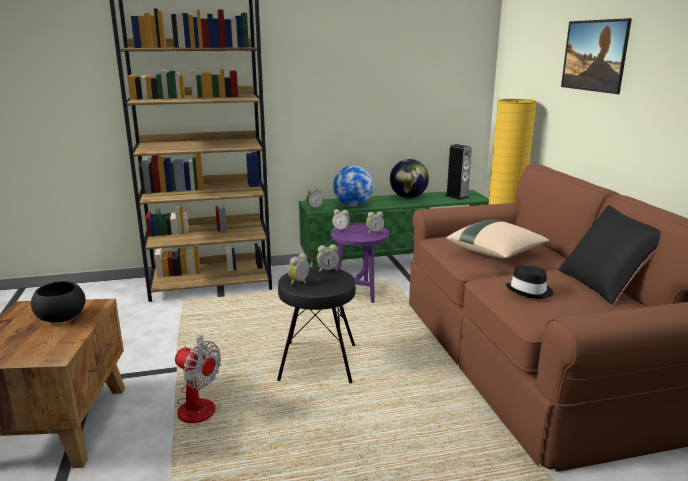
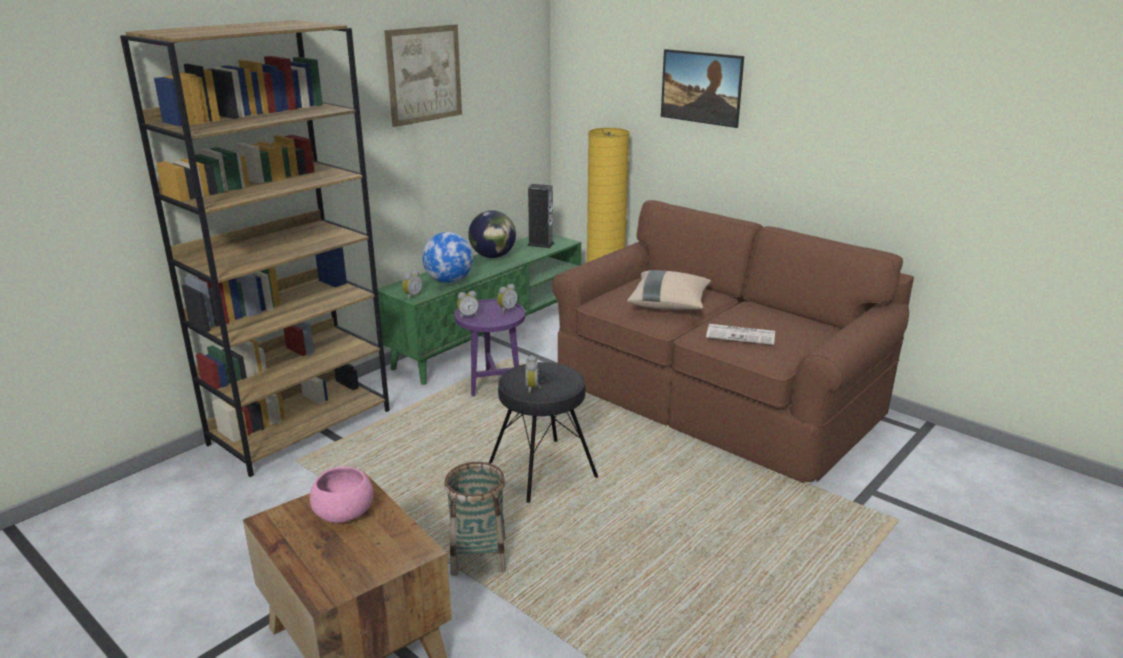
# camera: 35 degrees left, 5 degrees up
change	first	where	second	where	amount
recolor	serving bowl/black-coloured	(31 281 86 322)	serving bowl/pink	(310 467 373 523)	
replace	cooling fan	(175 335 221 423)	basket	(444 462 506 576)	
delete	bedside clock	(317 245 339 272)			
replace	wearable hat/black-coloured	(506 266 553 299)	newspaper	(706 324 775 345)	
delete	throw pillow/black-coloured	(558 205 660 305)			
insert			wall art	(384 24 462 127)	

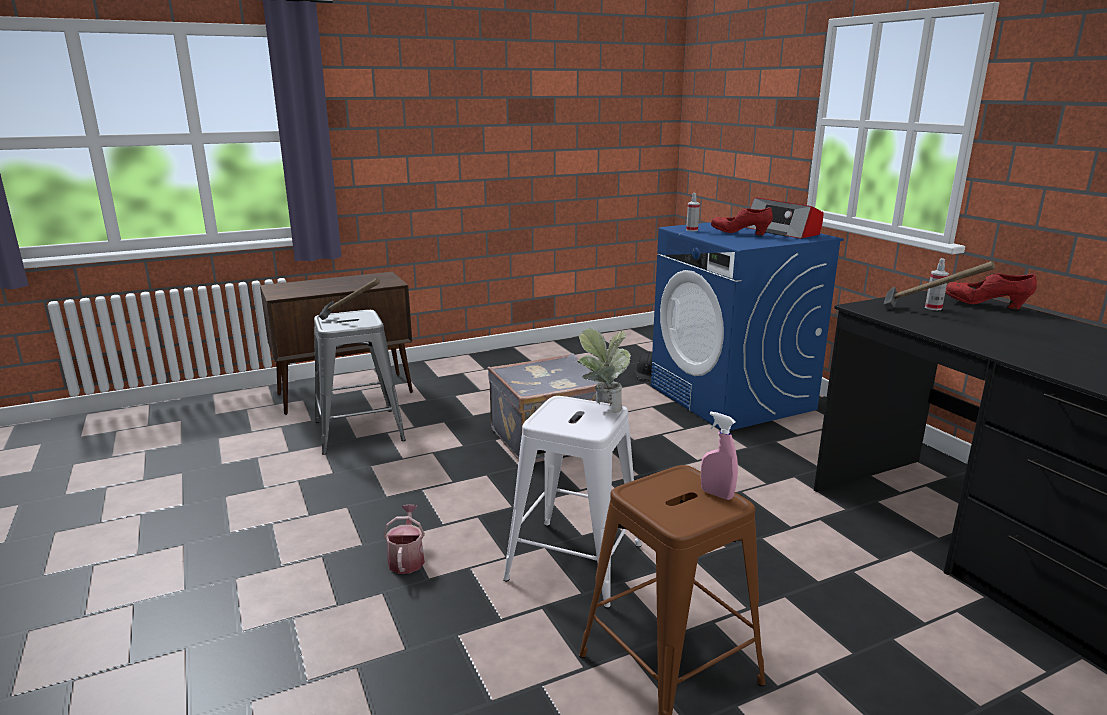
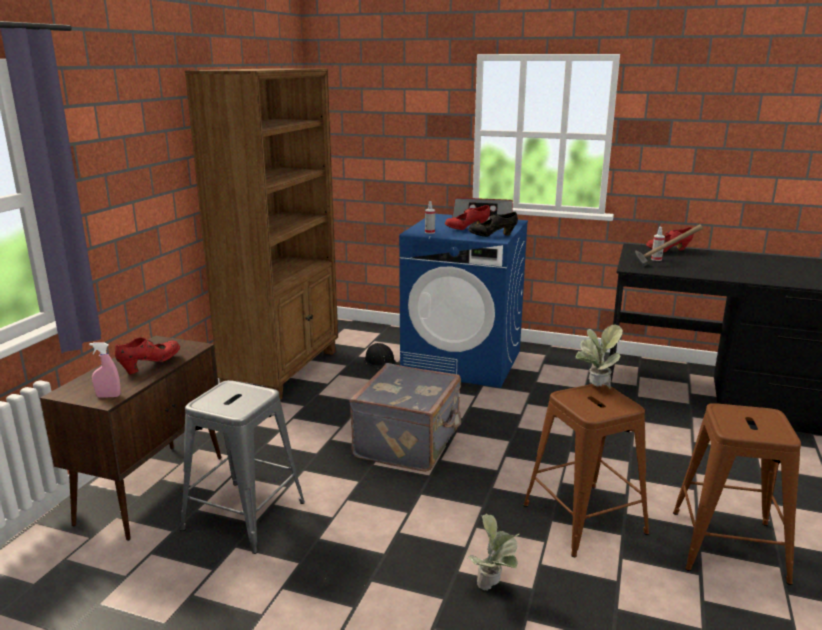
# camera: 45 degrees left, 0 degrees up
change	first	where	second	where	amount
delete	hand hammer	(319 278 380 320)			
replace	sprinkling can	(383 505 425 574)	houseplant	(467 514 519 591)	
recolor	stool/white-coloured	(503 396 641 608)	stool/brown	(523 384 649 557)	
move	hand sprayer/pink	(701 412 738 500)		(89 342 120 398)	
insert			item of footwear/red	(115 338 180 374)	
insert			shelving unit/brown	(184 68 338 400)	
insert			item of footwear/black-coloured	(468 212 518 237)	

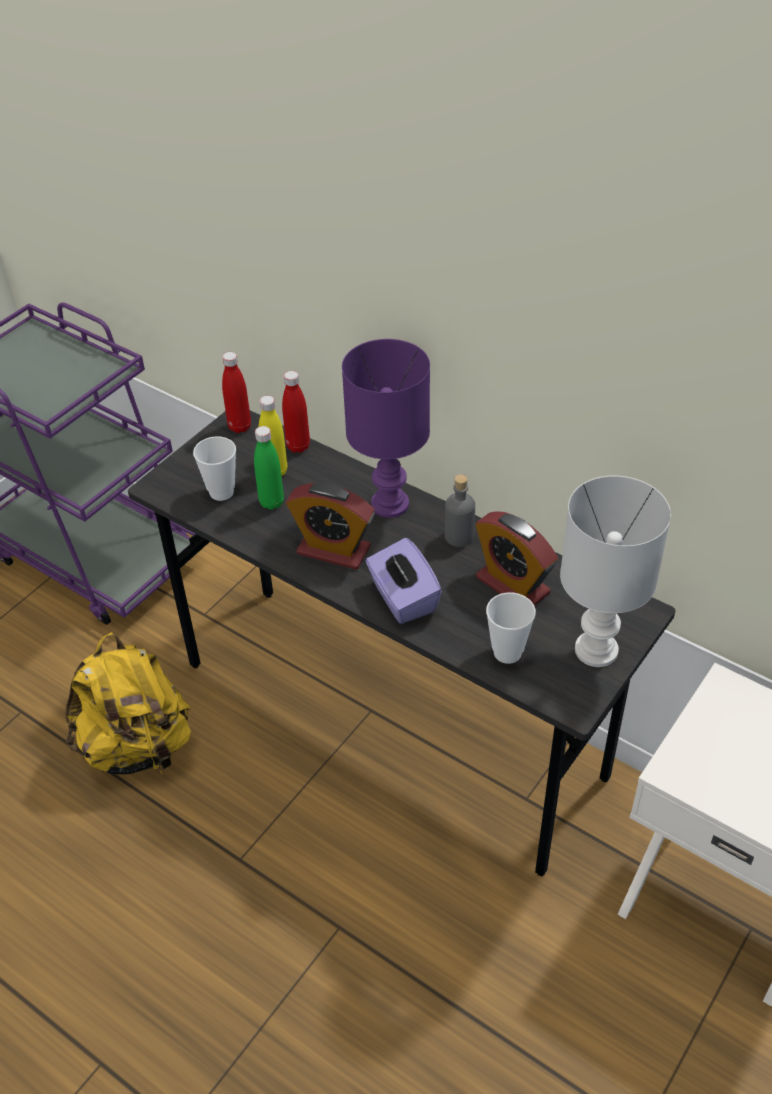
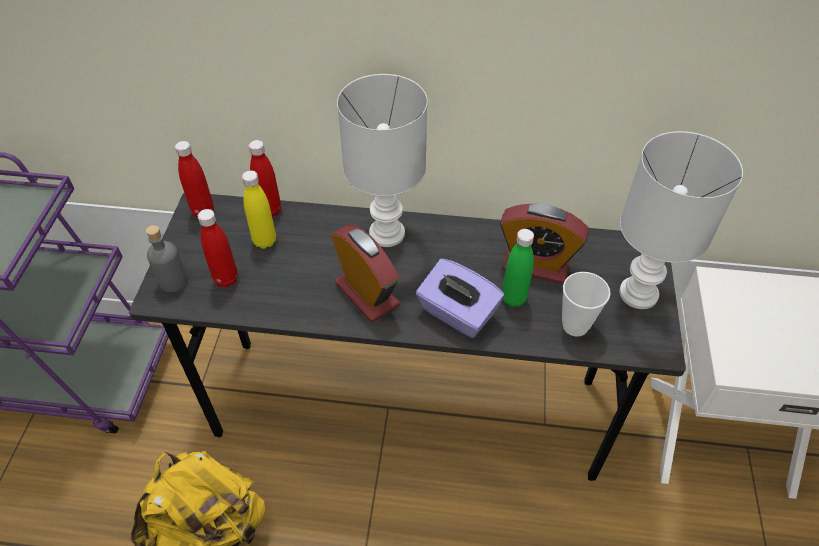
# camera: 30 degrees left, 5 degrees up
change	first	where	second	where	amount
replace	drinking cup	(193 436 236 501)	drink bottle/red	(198 209 238 287)	
move	drink bottle/green	(254 426 284 510)		(502 229 534 307)	
rotate	bedside clock	(286 483 375 570)		(331 224 400 322)	120 degrees counterclockwise
recolor	tabletop lamp/purple	(342 339 430 518)	tabletop lamp/white-coloured	(337 74 427 247)	
move	drink bottle/grey	(445 474 475 547)		(146 225 188 292)	

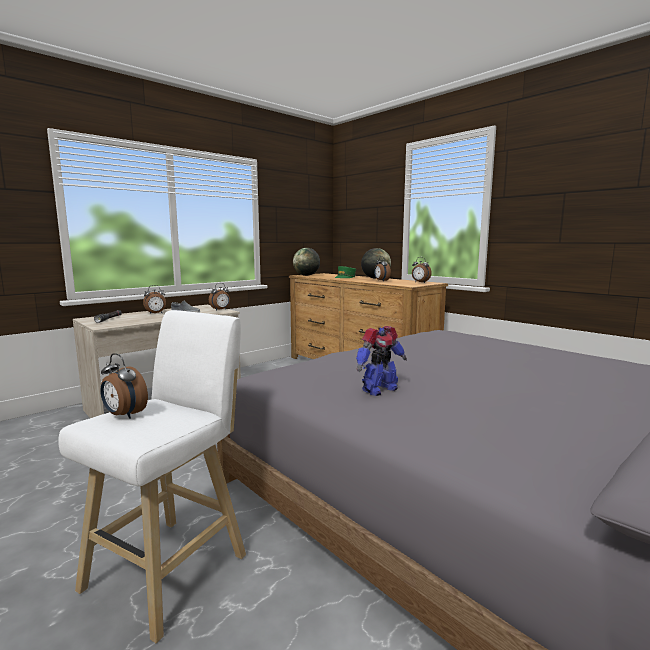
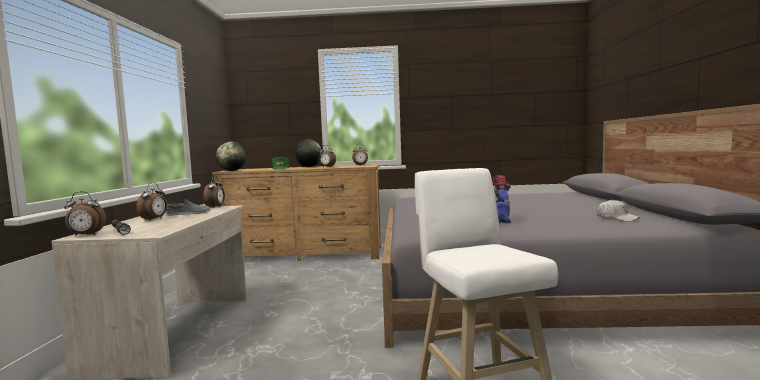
# camera: 45 degrees left, 5 degrees down
change	first	where	second	where	amount
move	bedside clock	(100 353 148 419)		(64 191 106 236)	
insert			cap/white-coloured	(597 200 640 222)	

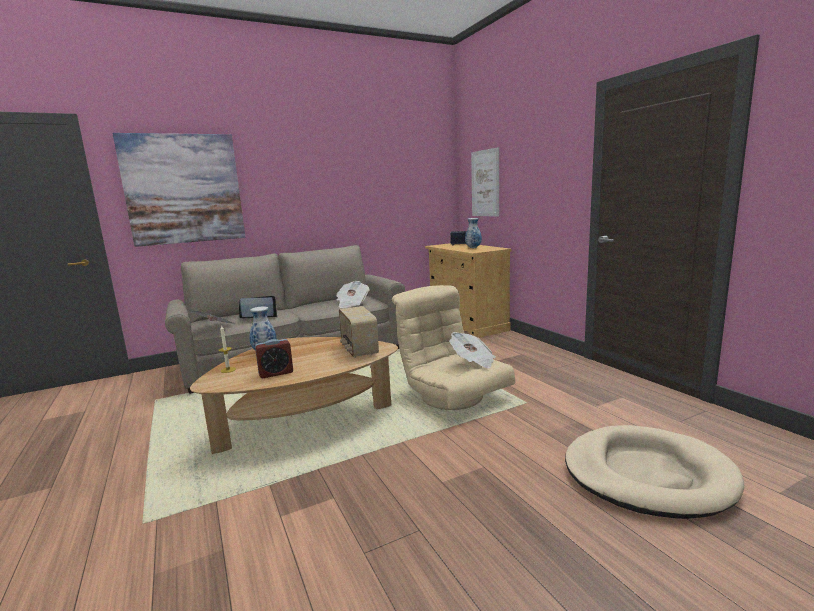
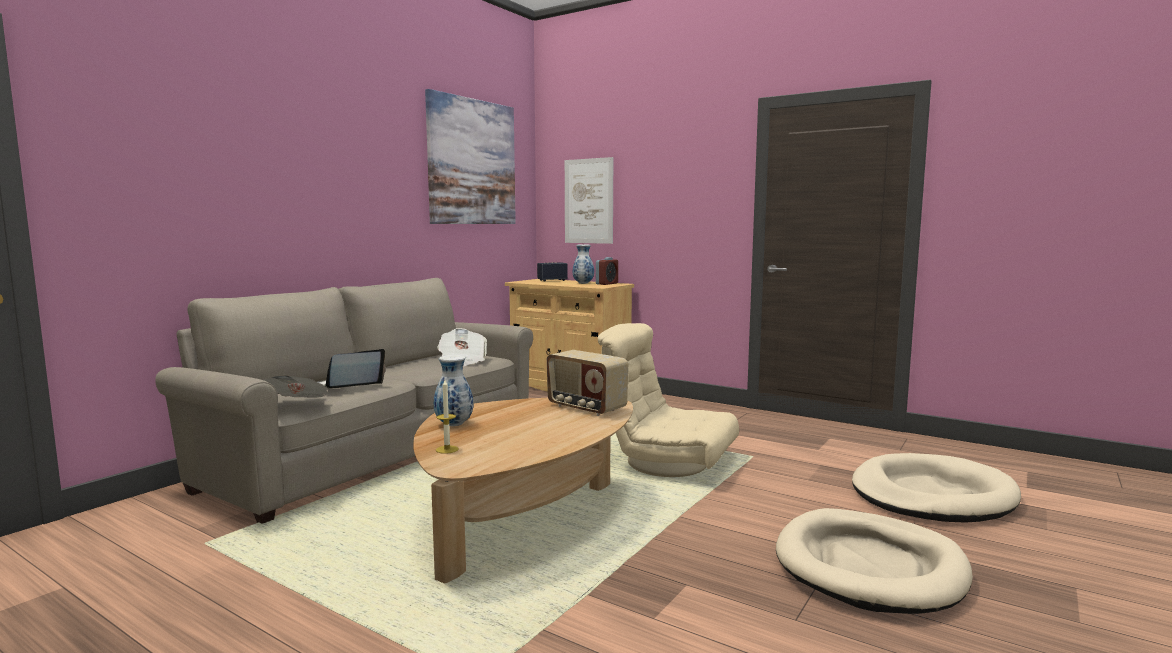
# camera: 30 degrees left, 5 degrees down
change	first	where	second	where	amount
move	wall art	(112 133 245 247)		(425 89 516 224)	
move	bedside clock	(255 339 293 378)		(596 257 618 285)	
delete	newspaper	(449 332 496 368)			
insert			dog bed/sand-coloured	(776 508 973 614)	

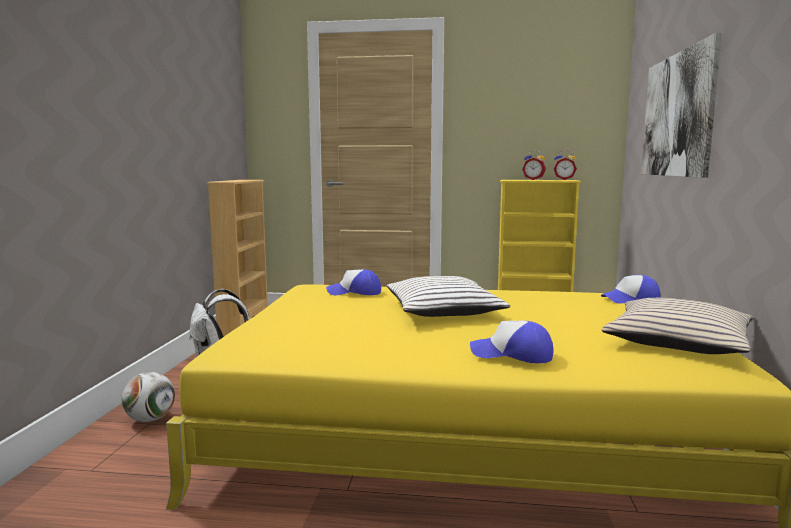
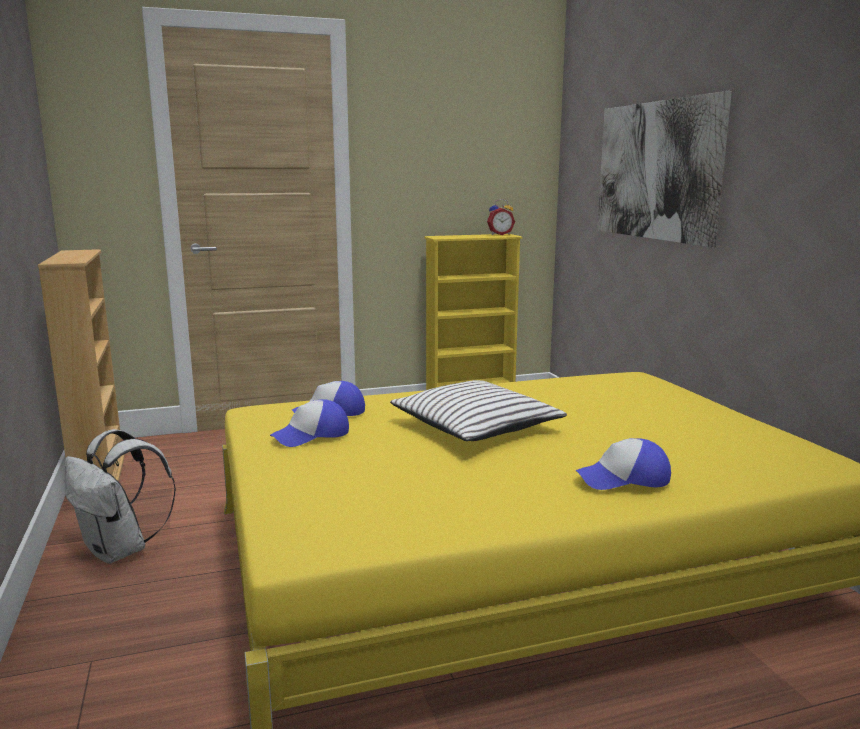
# camera: 25 degrees left, 5 degrees up
change	first	where	second	where	amount
delete	football ball	(122 372 175 422)			
delete	bedside clock	(522 150 546 180)			
move	cap	(601 275 660 304)		(270 399 349 447)	
delete	throw pillow/sand-coloured	(602 298 753 354)			

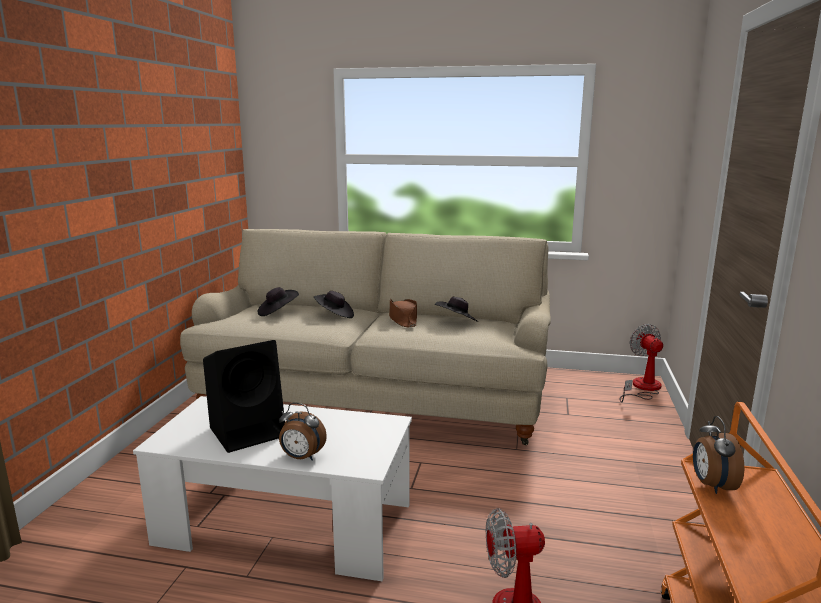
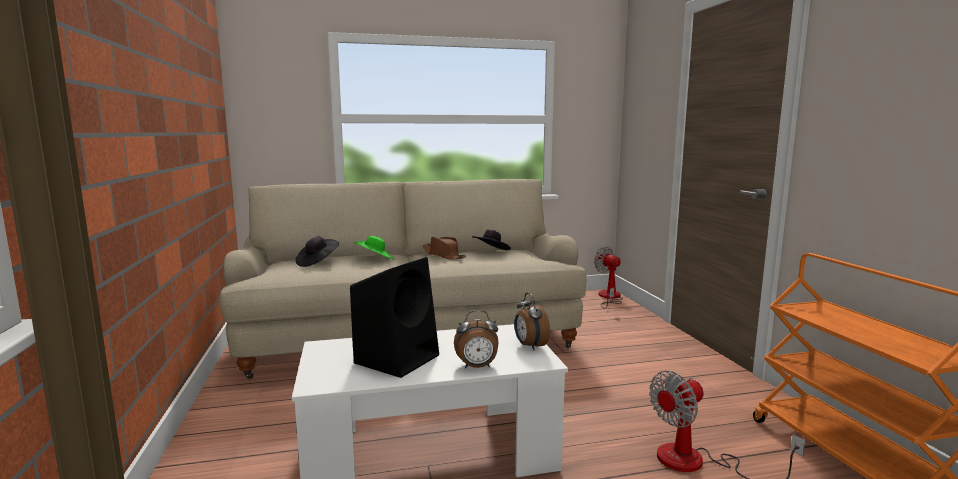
# camera: 25 degrees left, 5 degrees down
change	first	where	second	where	amount
recolor	wearable hat/black-coloured	(314 291 354 318)	wearable hat/green	(354 236 395 260)	
move	bedside clock	(693 416 744 494)		(514 293 550 351)	

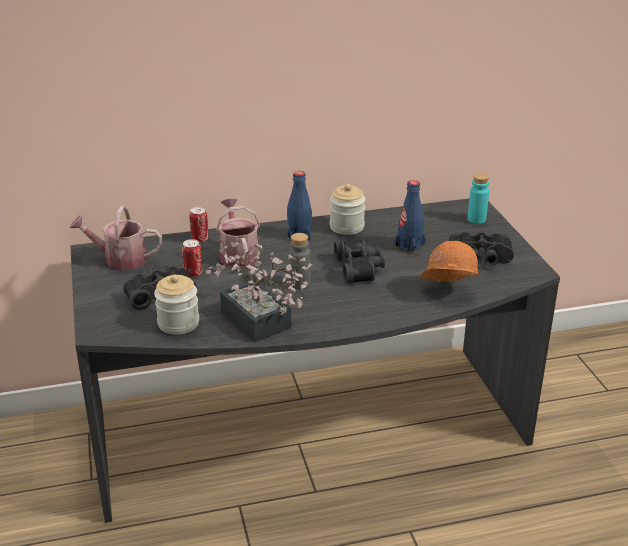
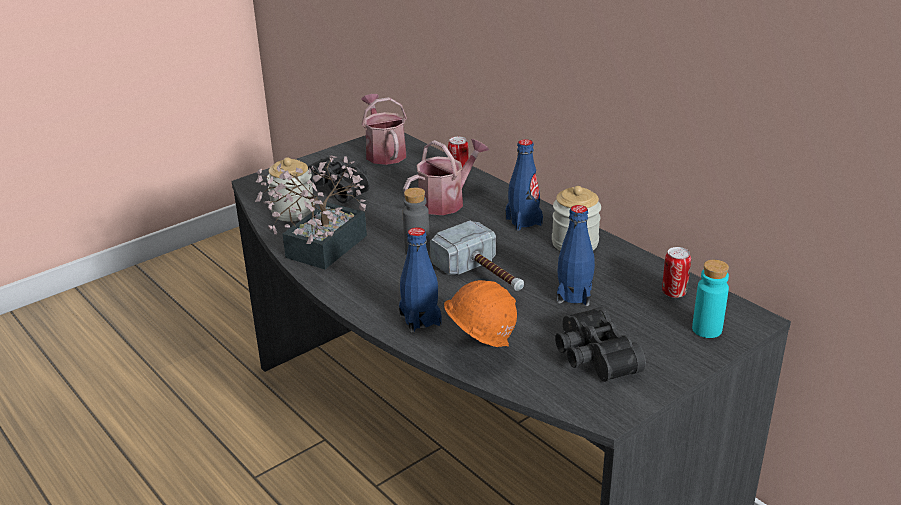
# camera: 65 degrees right, 0 degrees up
change	first	where	second	where	amount
move	can	(182 239 202 277)		(662 247 691 298)	
replace	pair of binoculars/black-coloured	(334 239 385 284)	hand hammer	(430 221 524 291)	
insert			drink bottle/blue-coloured	(399 227 442 333)	

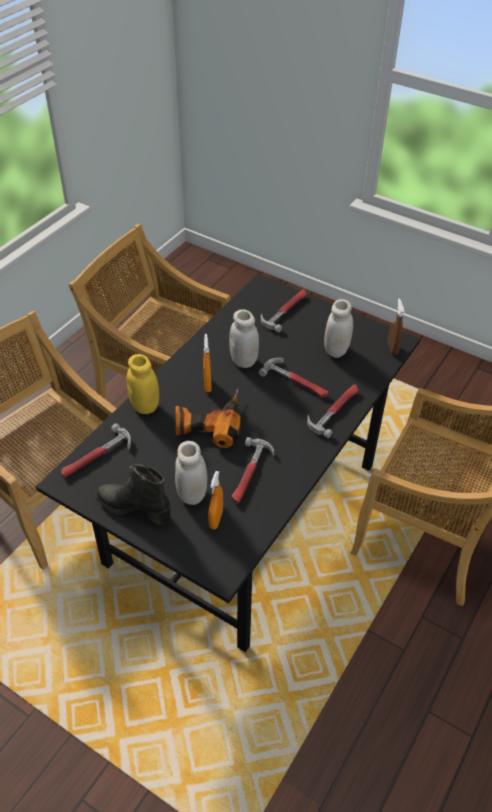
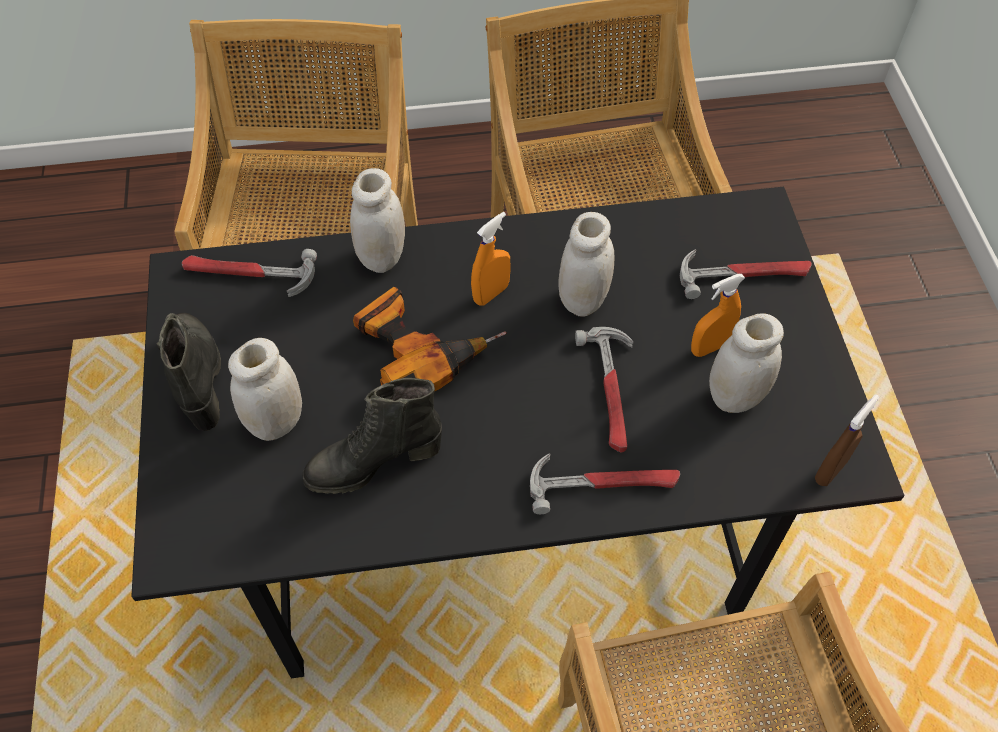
# camera: 50 degrees right, 10 degrees up
change	first	where	second	where	amount
recolor	jar/yellow-coloured	(127 354 159 414)	jar/white-coloured	(350 168 405 273)	
move	hand sprayer/orange-coloured	(208 471 223 529)		(691 274 745 357)	
replace	hand hammer	(231 437 274 504)	high-top boot/black-coloured	(302 378 442 494)	

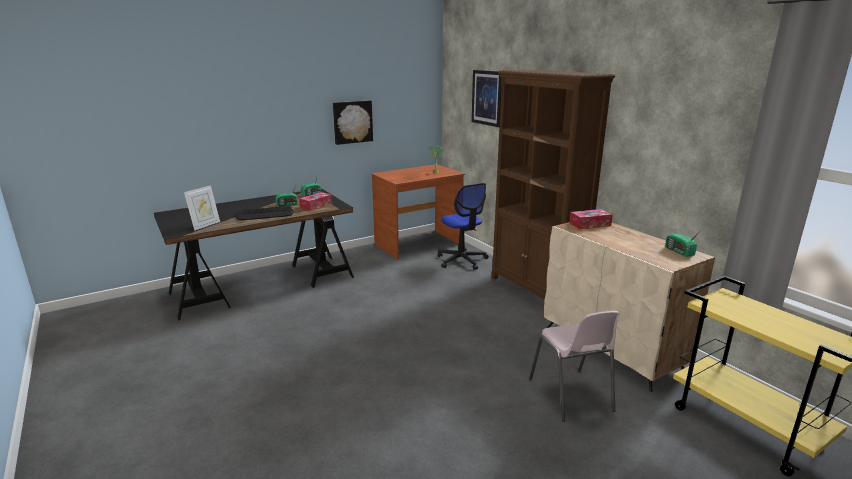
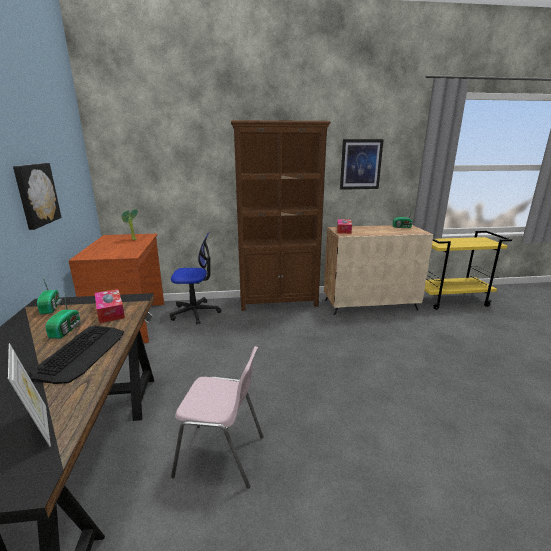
# camera: 65 degrees left, 0 degrees up
change	first	where	second	where	amount
move	wall art	(471 70 501 127)		(340 139 384 190)	
move	chair/pink	(529 311 620 422)		(171 346 264 489)	

